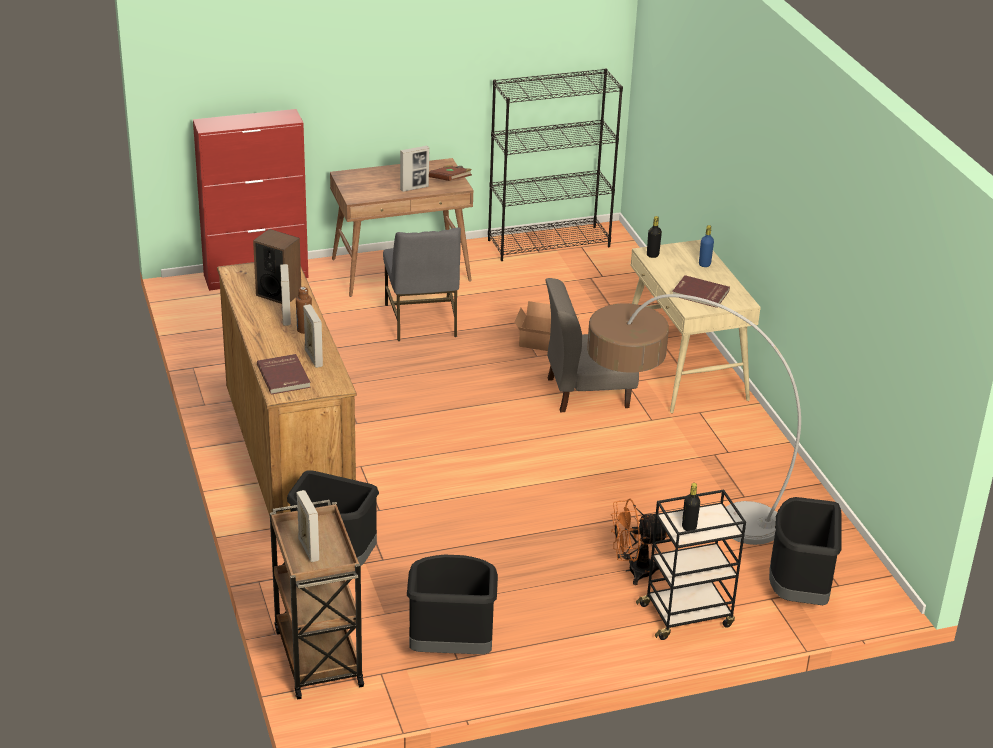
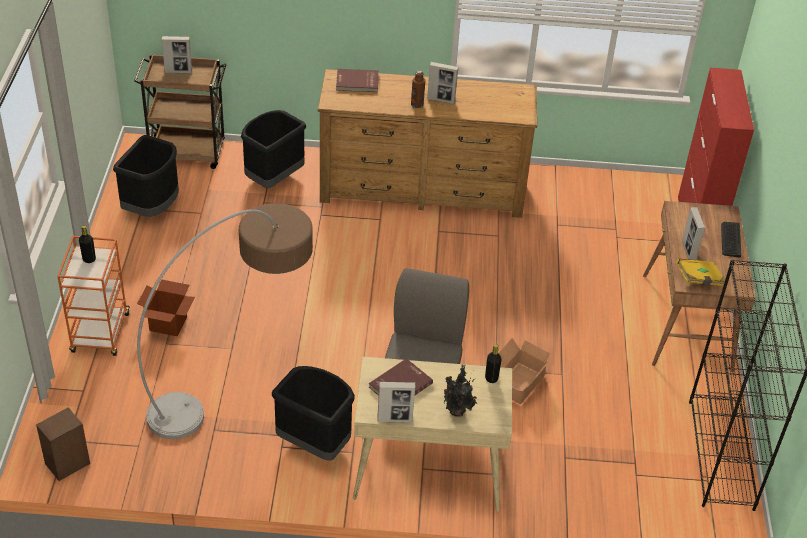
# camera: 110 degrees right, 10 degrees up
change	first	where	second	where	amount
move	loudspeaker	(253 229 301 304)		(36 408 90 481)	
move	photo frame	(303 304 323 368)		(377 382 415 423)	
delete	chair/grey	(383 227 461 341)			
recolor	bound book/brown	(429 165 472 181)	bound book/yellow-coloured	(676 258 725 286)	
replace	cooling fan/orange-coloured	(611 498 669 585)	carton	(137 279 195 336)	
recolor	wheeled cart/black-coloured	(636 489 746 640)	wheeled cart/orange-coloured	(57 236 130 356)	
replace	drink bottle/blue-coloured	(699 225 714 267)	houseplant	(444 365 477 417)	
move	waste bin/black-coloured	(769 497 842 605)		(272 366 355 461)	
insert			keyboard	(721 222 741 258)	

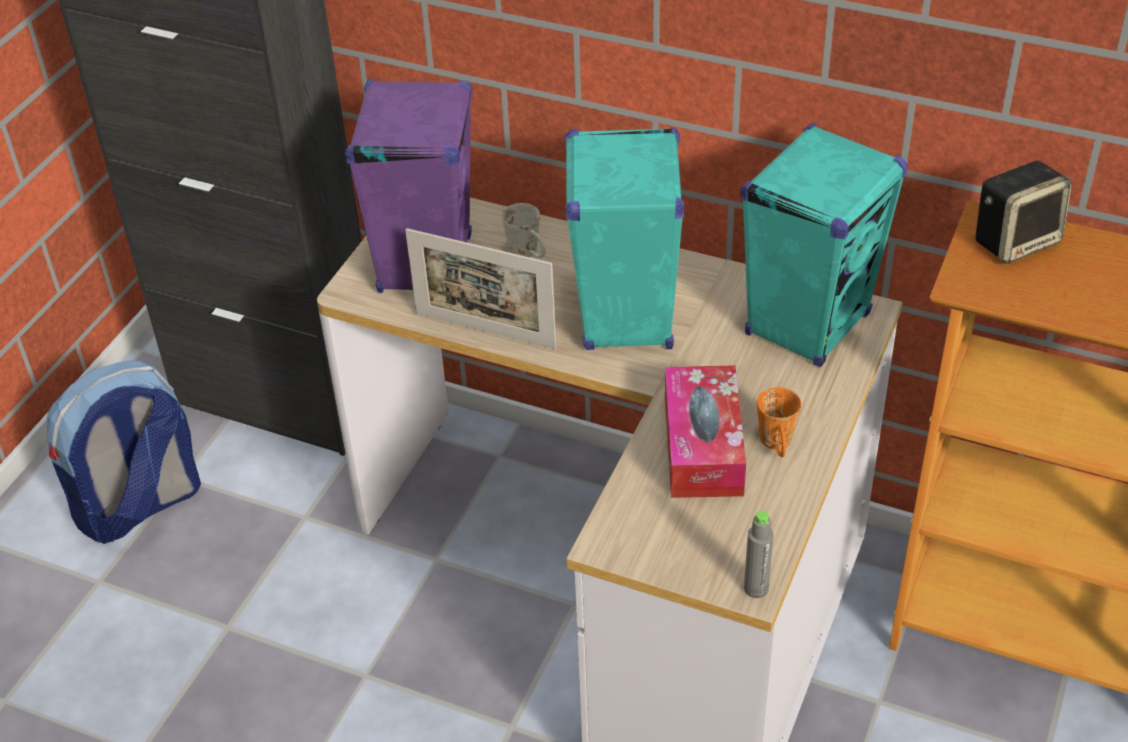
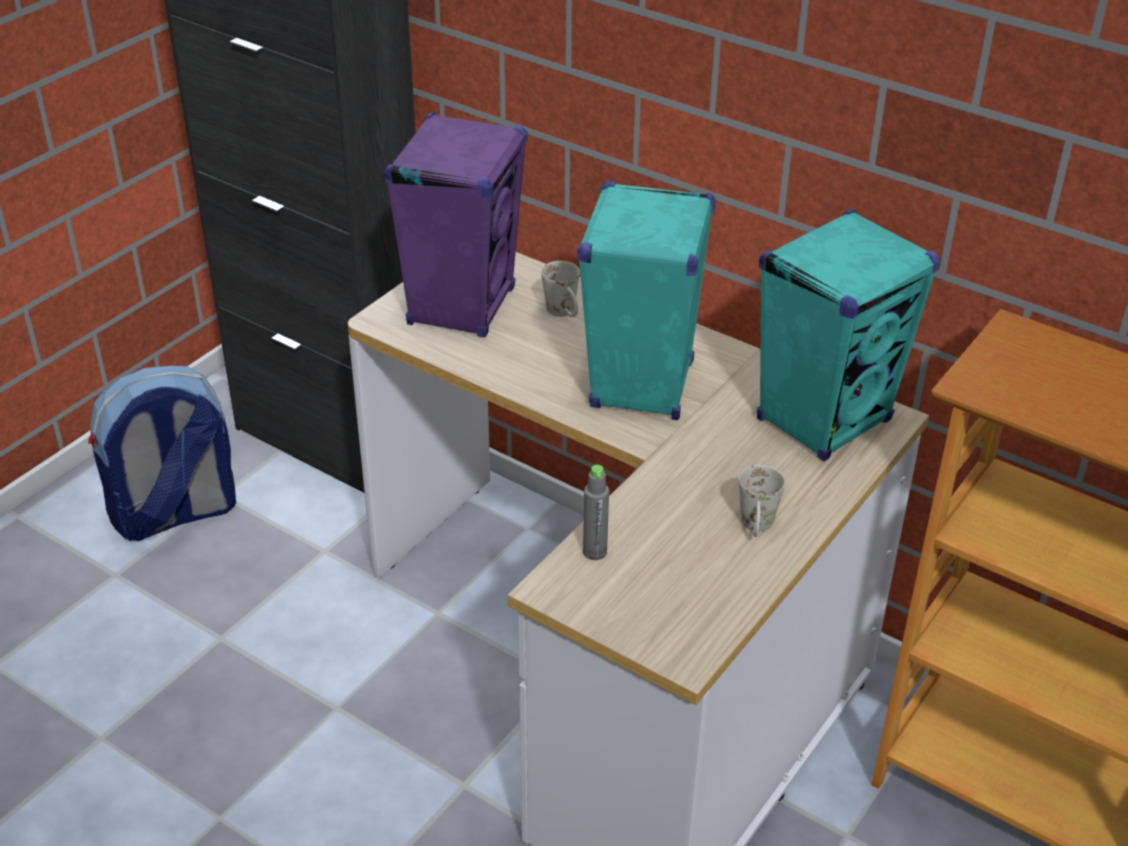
# camera: 10 degrees right, 5 degrees down
change	first	where	second	where	amount
delete	photo frame	(405 228 556 349)			
delete	box of tissues	(665 365 746 498)			
move	drink bottle/grey	(744 510 773 598)		(583 465 609 560)	
recolor	coffee mug/orange-coloured	(757 387 801 457)	coffee mug/white-coloured	(739 465 785 537)	
delete	loudspeaker	(975 161 1072 264)			

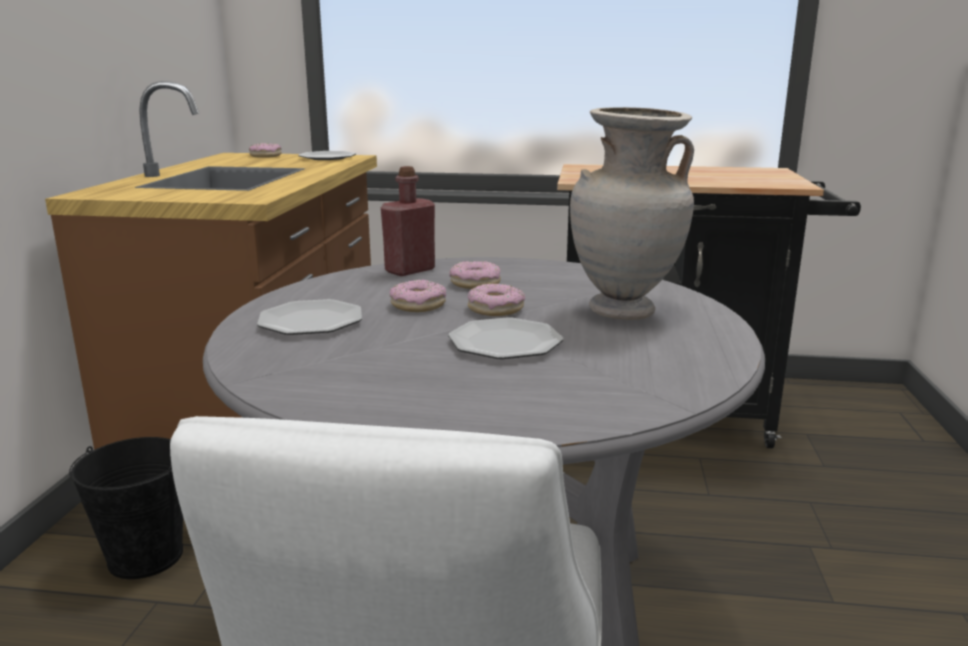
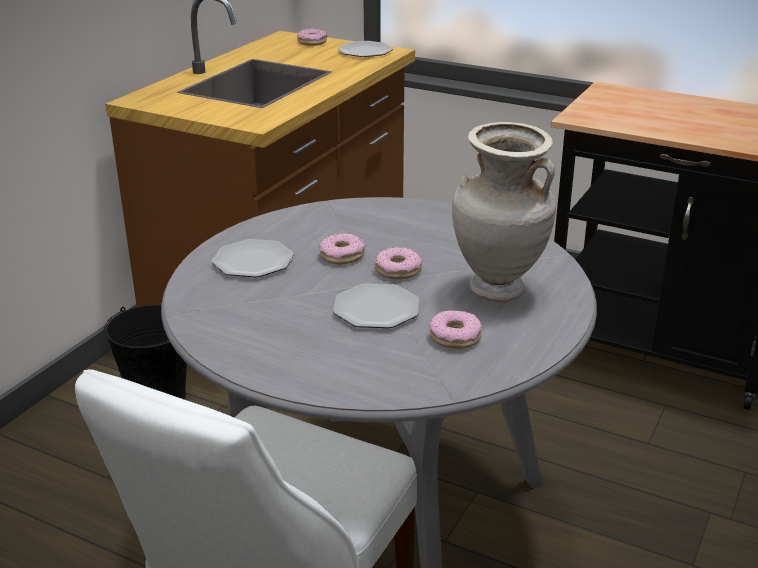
# camera: 20 degrees right, 10 degrees up
change	first	where	second	where	amount
delete	drink bottle/red	(381 166 435 276)			
move	ring doughnut	(449 261 501 289)		(429 310 482 349)	

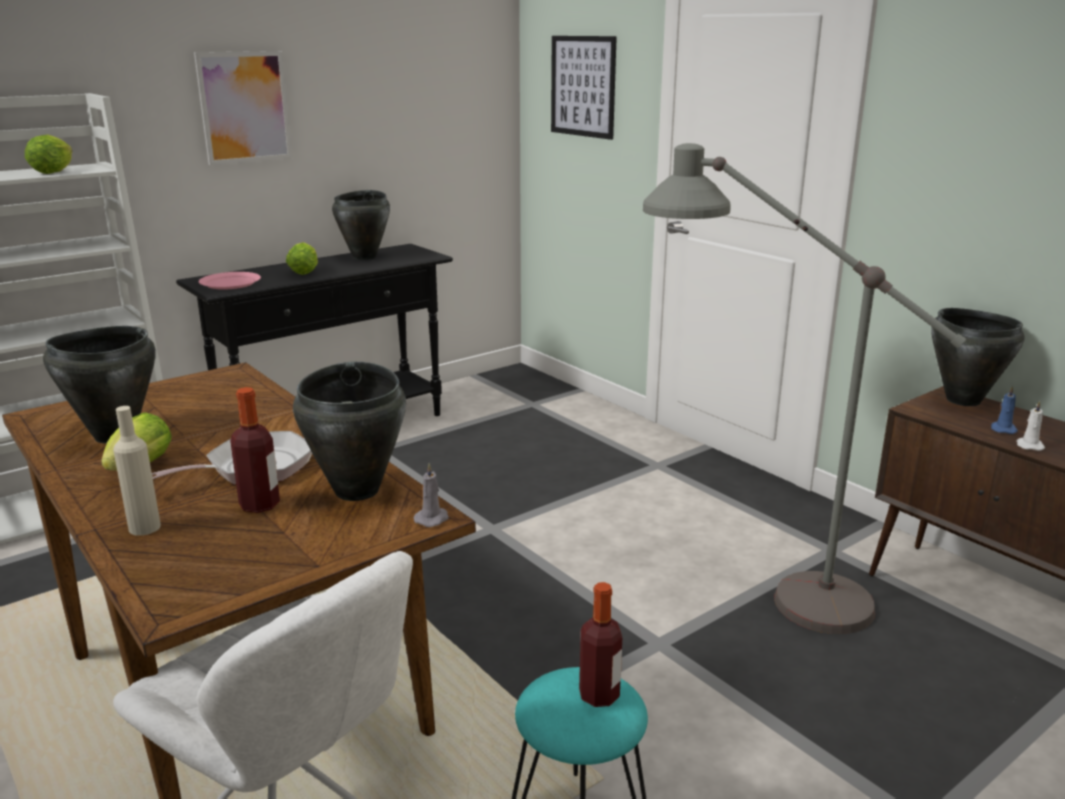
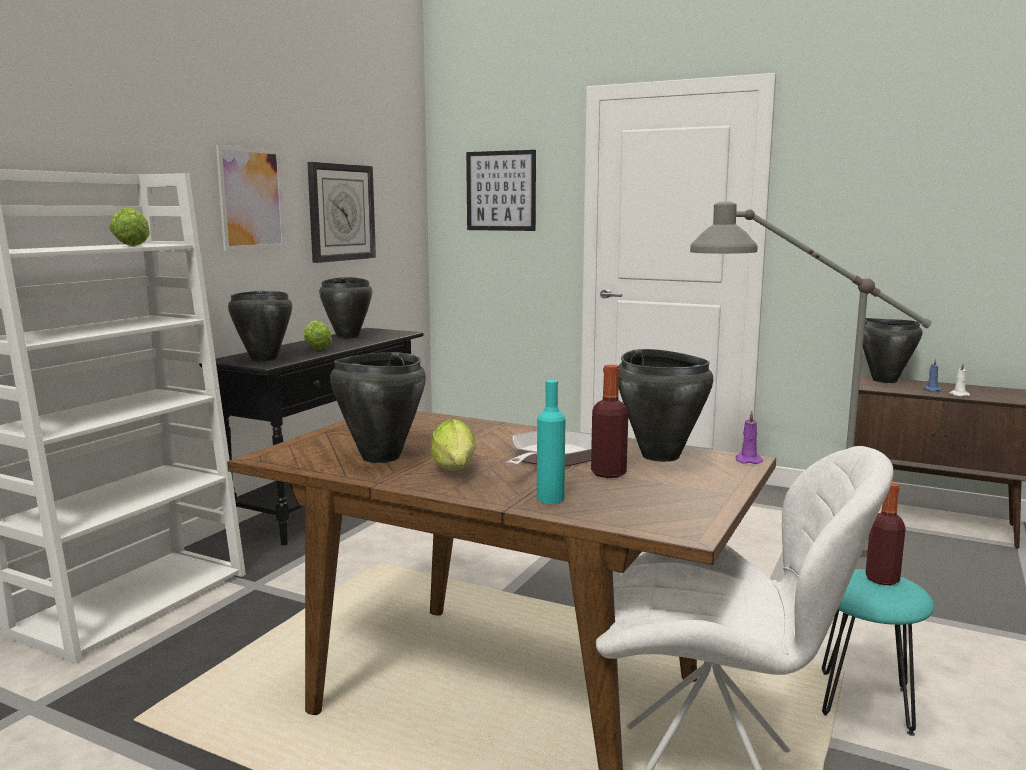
# camera: 25 degrees left, 10 degrees down
change	first	where	second	where	amount
recolor	drink bottle/sand-coloured	(113 406 161 536)	drink bottle/turquoise	(537 380 565 504)	
replace	flat dish/pink	(198 272 261 290)	saucepot/black-coloured	(228 291 292 362)	
recolor	wax candle/grey	(414 463 449 527)	wax candle/purple	(736 411 763 464)	
insert			hanging clock	(307 162 376 263)	

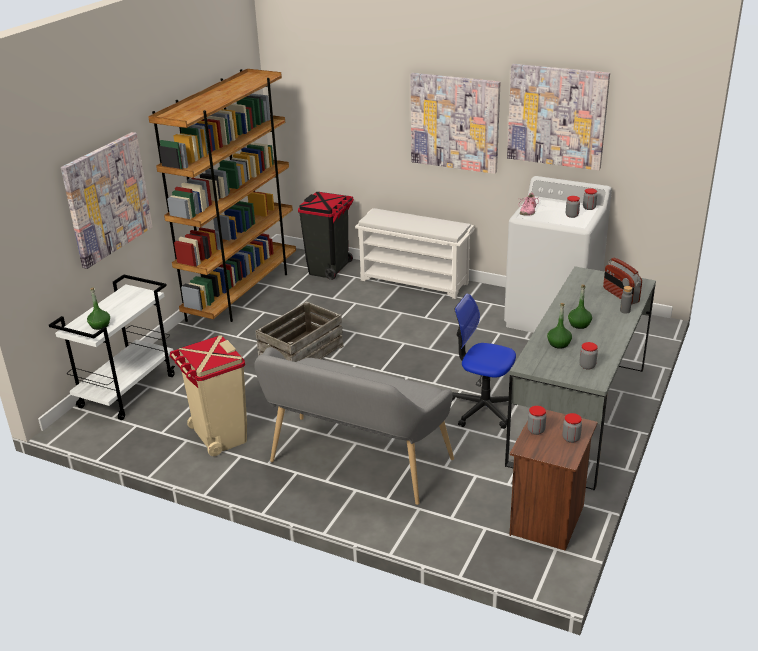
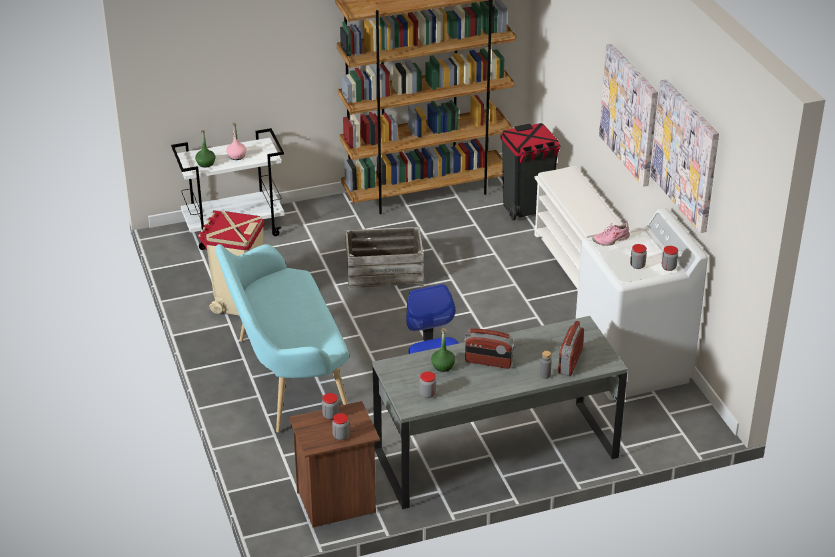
# camera: 45 degrees right, 5 degrees up
change	first	where	second	where	amount
delete	wall art	(61 132 153 269)			
recolor	long seat/grey	(255 347 454 505)	long seat/turquoise	(215 244 349 432)	
replace	drink bottle/green	(568 284 592 329)	radio receiver	(464 328 515 369)	
insert			drink bottle/pink	(226 122 246 160)	

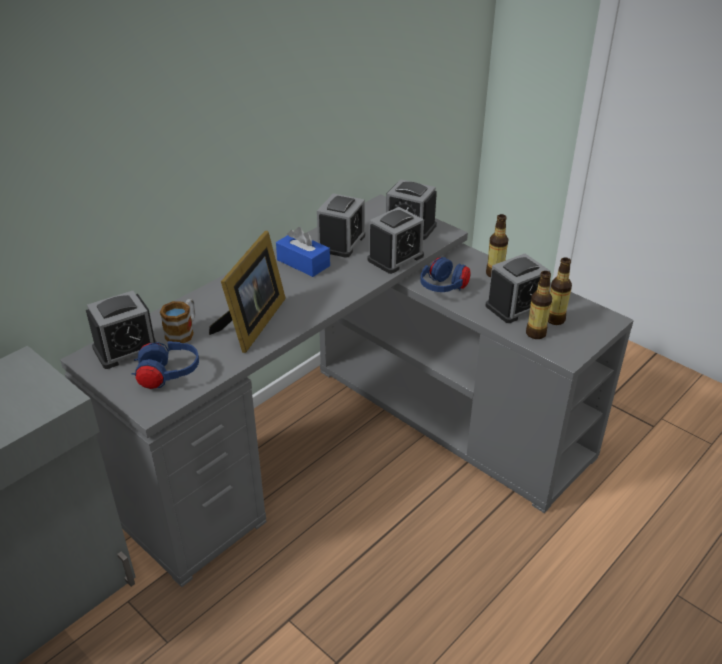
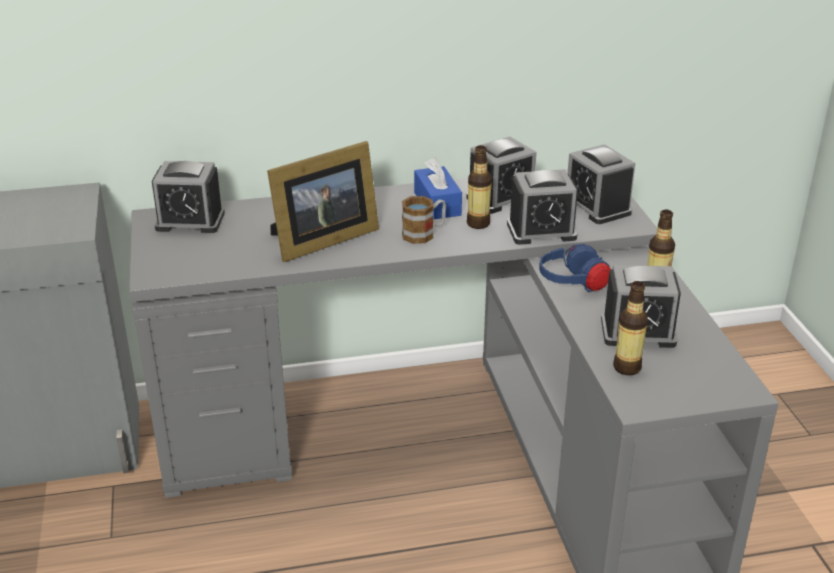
# camera: 35 degrees right, 5 degrees down
change	first	where	second	where	amount
delete	pair of headphones/blue-coloured	(132 341 199 389)			
move	coffee mug	(160 299 195 343)		(402 196 446 244)	
move	drink bottle	(548 257 572 325)		(467 145 492 229)	

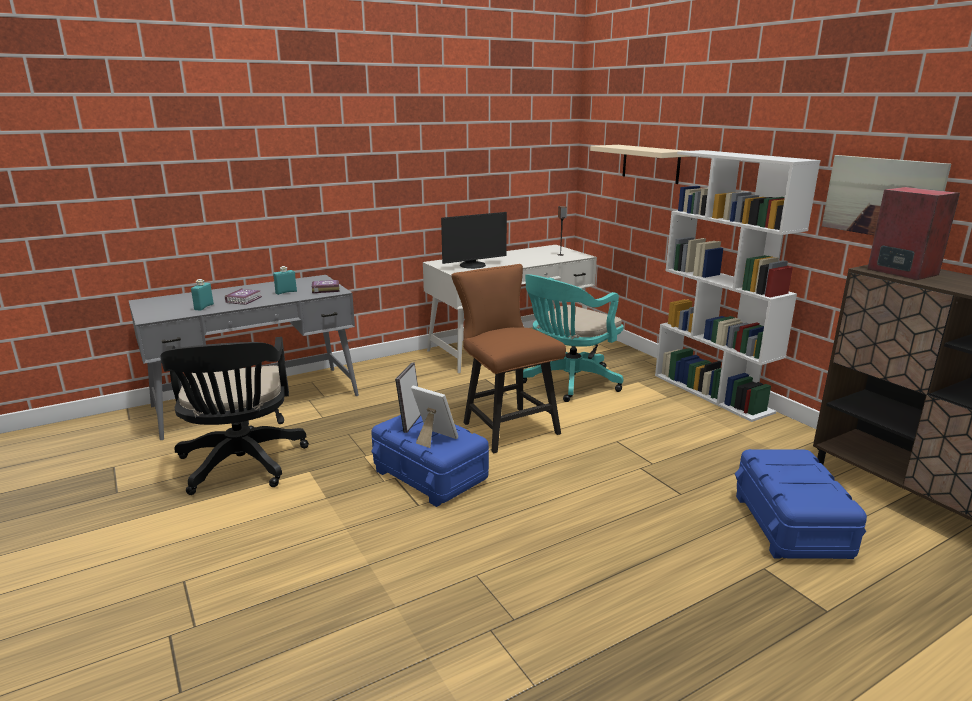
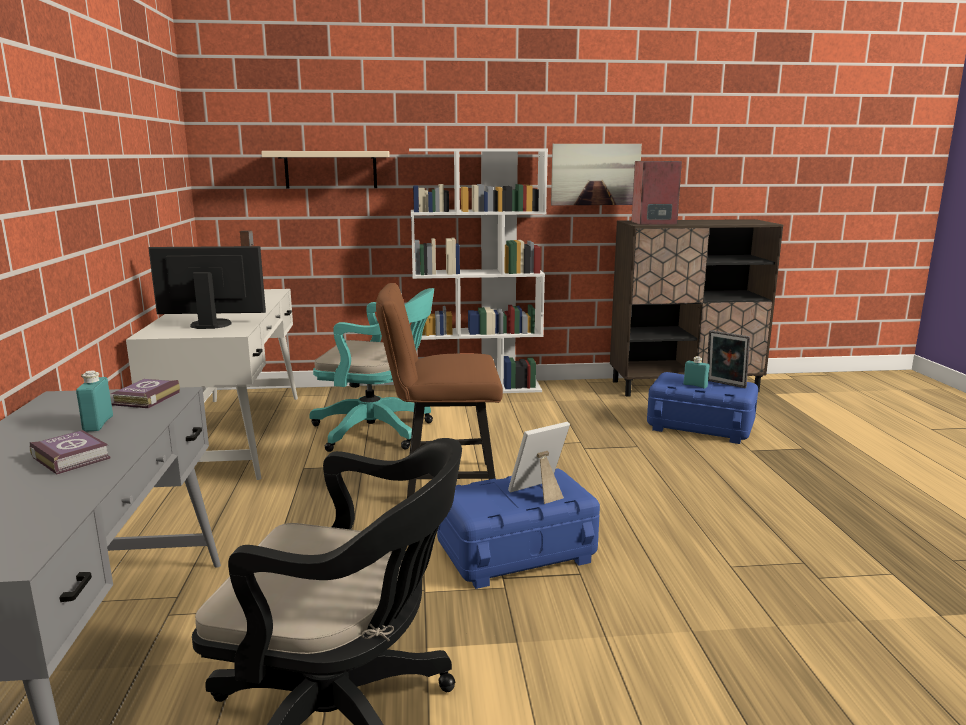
# camera: 65 degrees left, 5 degrees down
change	first	where	second	where	amount
move	drink bottle/turquoise	(191 279 214 311)		(683 356 709 389)	
move	photo frame	(395 363 421 433)		(707 330 750 388)	
rotate	computer display	(441 212 507 269)		(148 246 266 329)	90 degrees counterclockwise
rotate	desk chair/turquoise	(523 274 624 402)		(309 288 434 452)	60 degrees counterclockwise

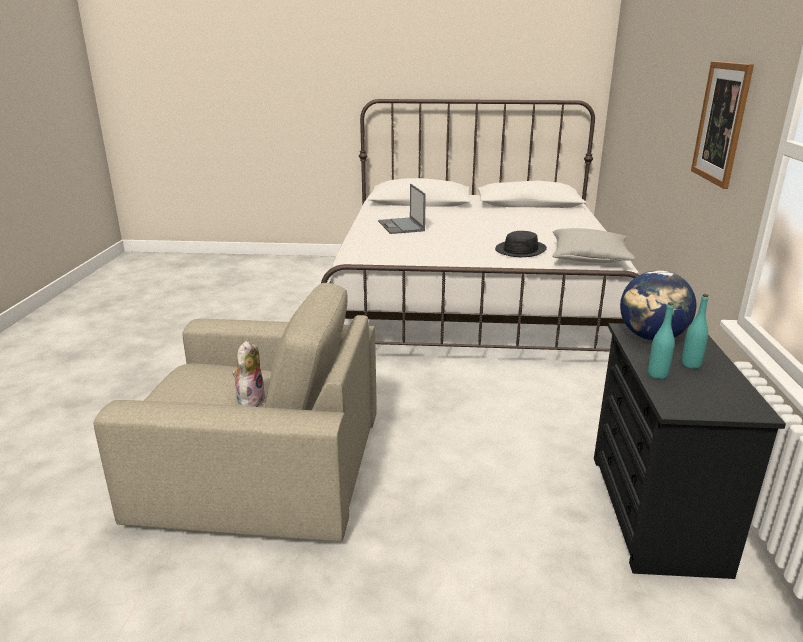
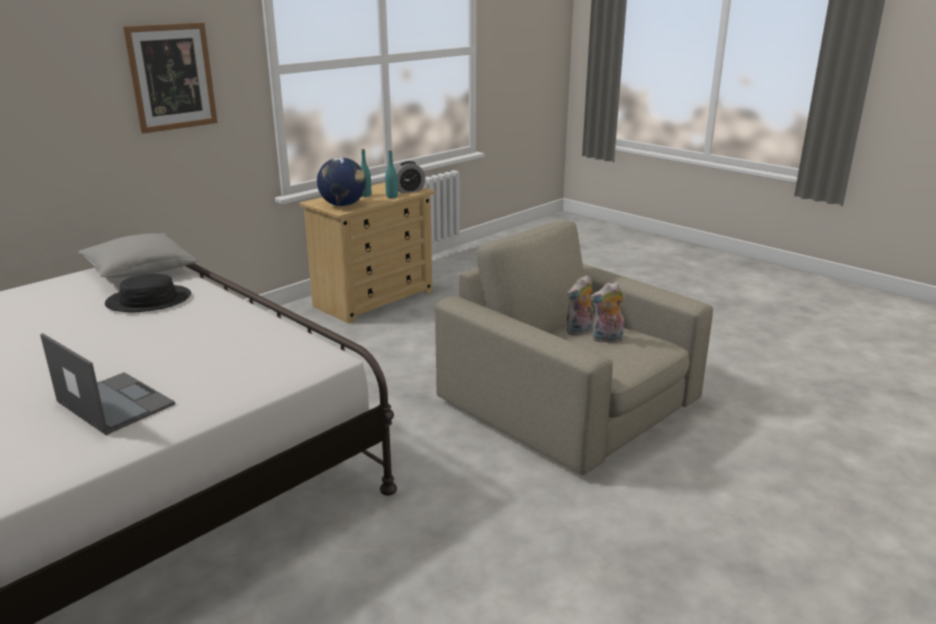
# camera: 140 degrees left, 0 degrees up
change	first	where	second	where	amount
rotate	notebook computer	(378 184 426 234)		(40 333 175 435)	75 degrees counterclockwise
recolor	drawer chest/black-coloured	(594 323 786 579)	drawer chest/sand-coloured	(299 182 435 324)	
insert			bedside clock	(395 161 425 193)	
insert			soft toy	(590 282 625 343)	

